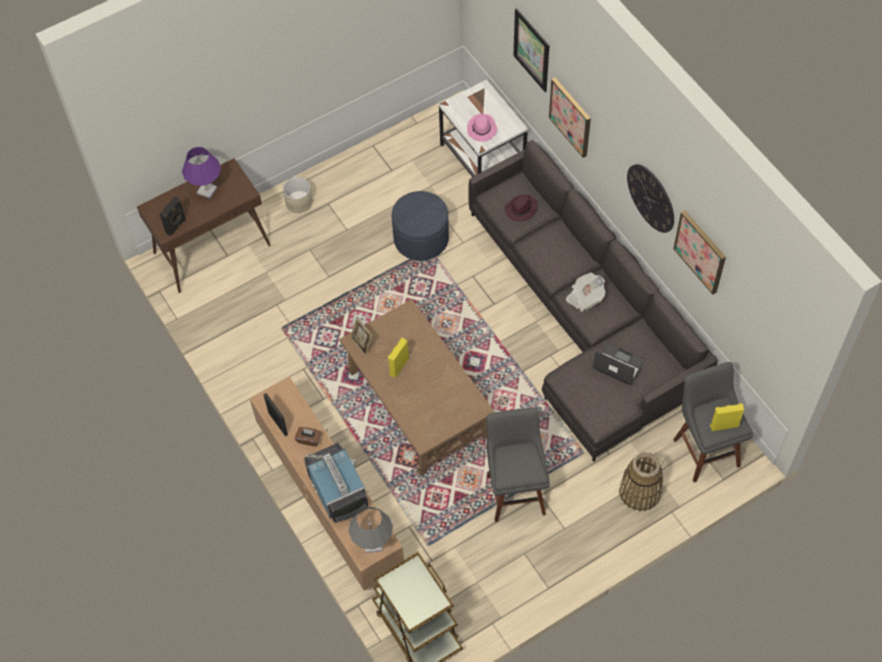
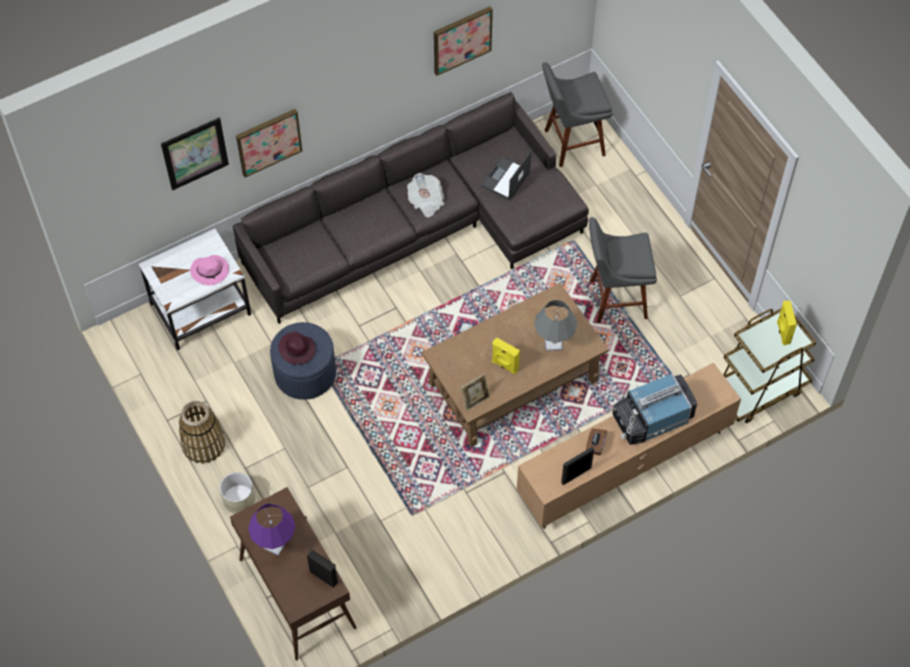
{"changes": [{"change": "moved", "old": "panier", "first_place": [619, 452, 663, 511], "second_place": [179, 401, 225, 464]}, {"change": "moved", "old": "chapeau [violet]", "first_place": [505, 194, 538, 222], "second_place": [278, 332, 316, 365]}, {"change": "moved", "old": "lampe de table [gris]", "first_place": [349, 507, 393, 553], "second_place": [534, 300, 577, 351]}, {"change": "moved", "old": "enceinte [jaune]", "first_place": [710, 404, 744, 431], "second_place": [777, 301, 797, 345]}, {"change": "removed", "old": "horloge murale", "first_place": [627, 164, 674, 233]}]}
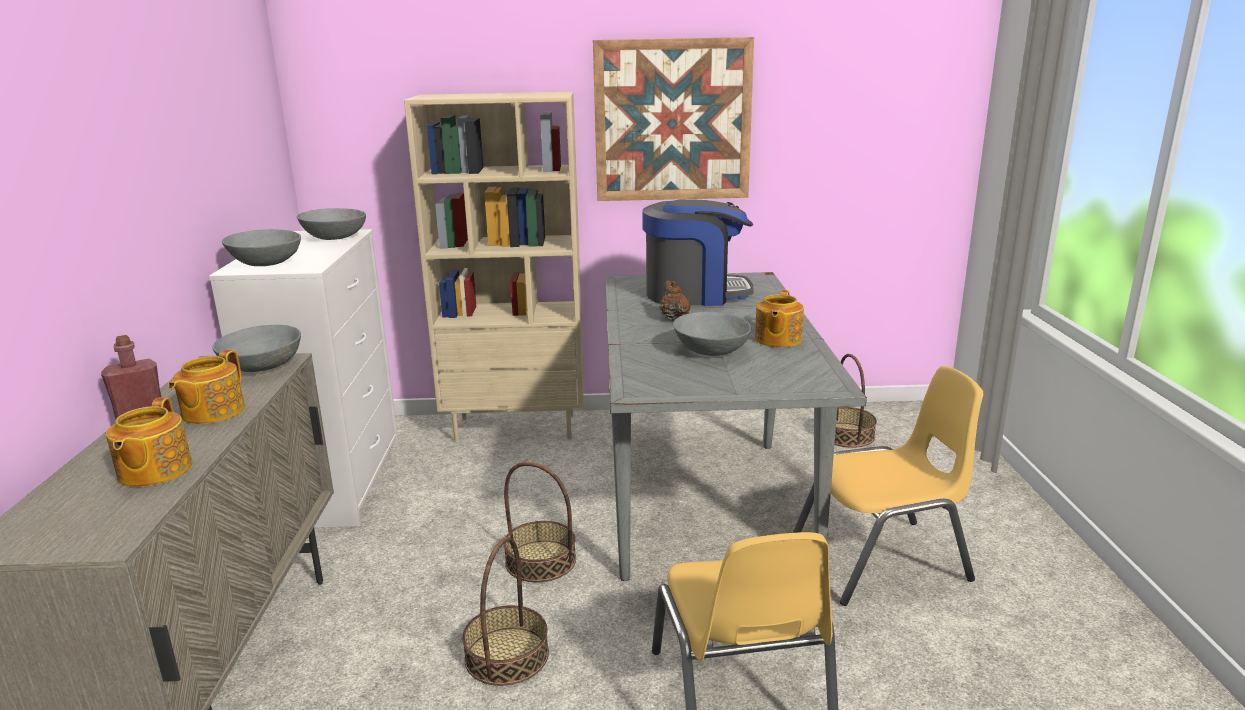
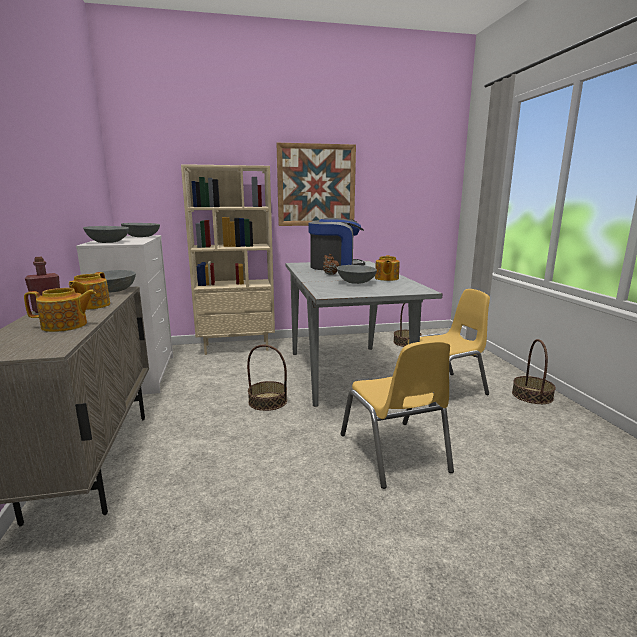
{"changes": [{"change": "turned", "old": "théière", "first_place": [106, 397, 192, 487], "second_place": [24, 288, 96, 332], "degrees": -90}, {"change": "moved", "old": "panier", "first_place": [462, 537, 549, 686], "second_place": [512, 339, 556, 404]}]}
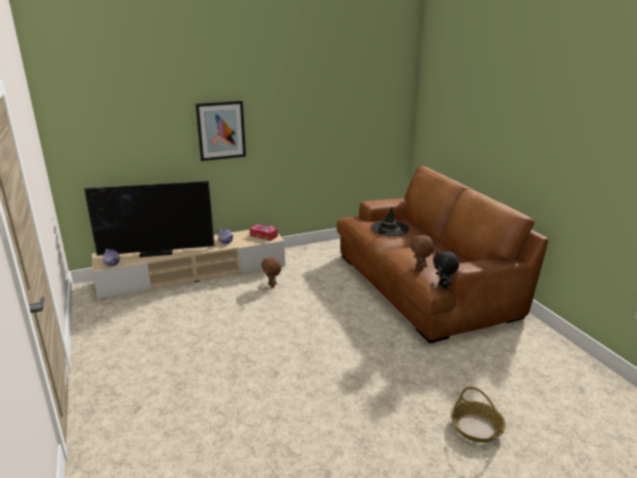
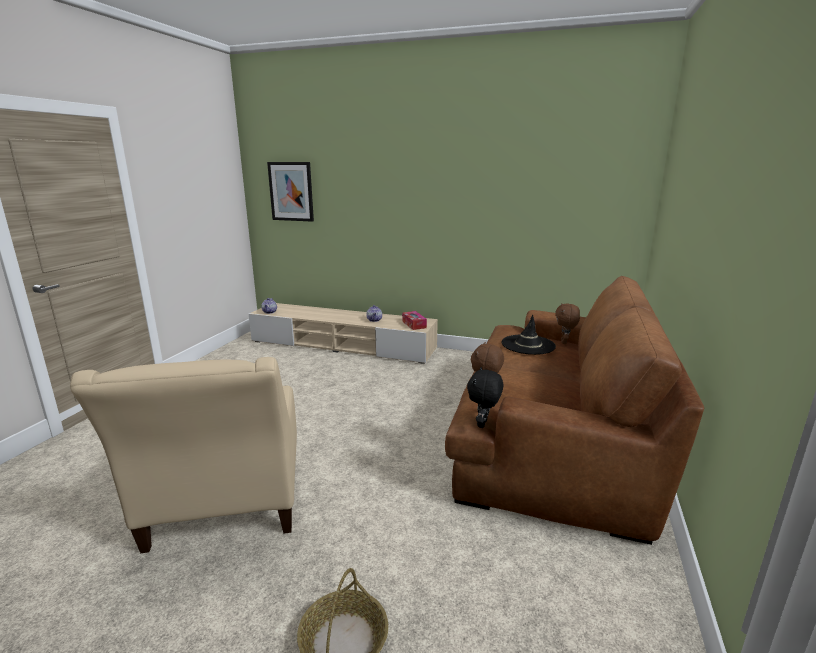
{"changes": [{"change": "added", "new": "fauteuil [beige]", "second_place": [70, 357, 297, 553]}, {"change": "moved", "old": "tableau", "first_place": [196, 101, 246, 161], "second_place": [267, 162, 314, 222]}, {"change": "moved", "old": "peluche [marron]", "first_place": [261, 257, 281, 288], "second_place": [555, 303, 580, 344]}, {"change": "removed", "old": "téléviseur", "first_place": [84, 181, 215, 257]}]}
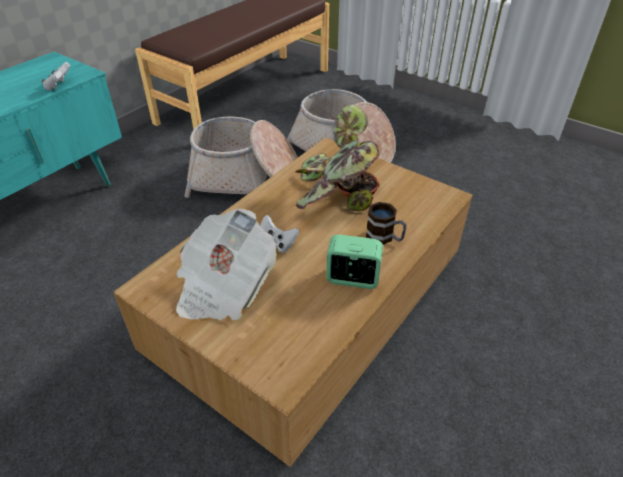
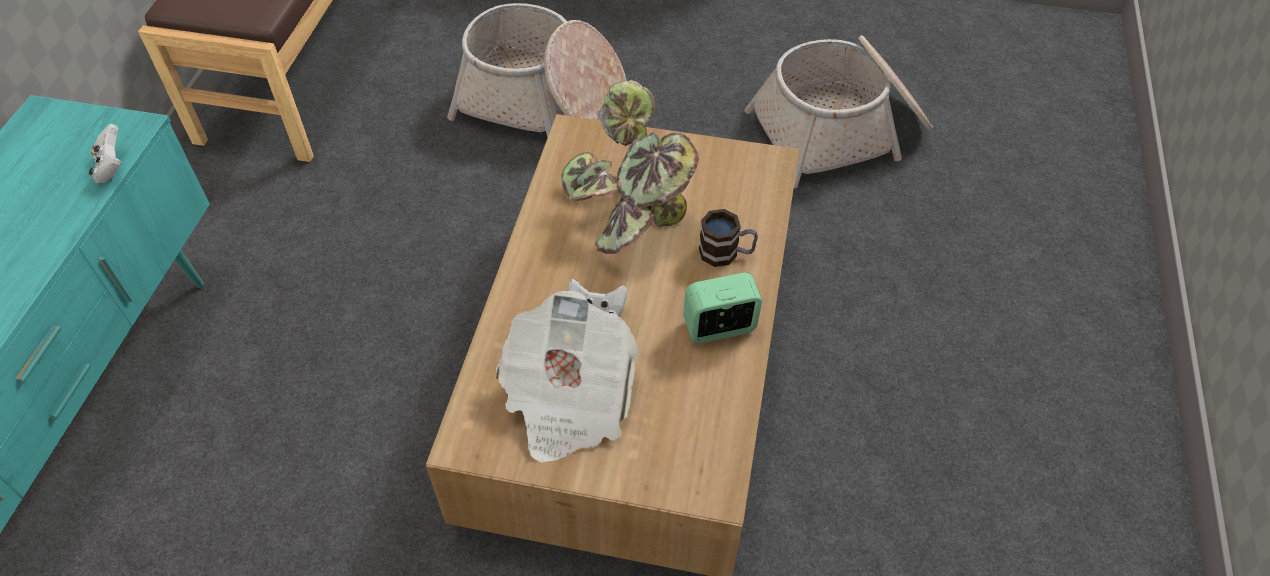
{"changes": [{"change": "moved", "old": "panier", "first_place": [185, 117, 298, 198], "second_place": [744, 35, 933, 188]}]}
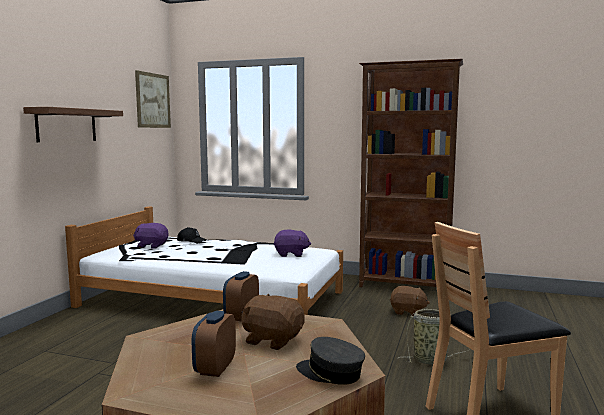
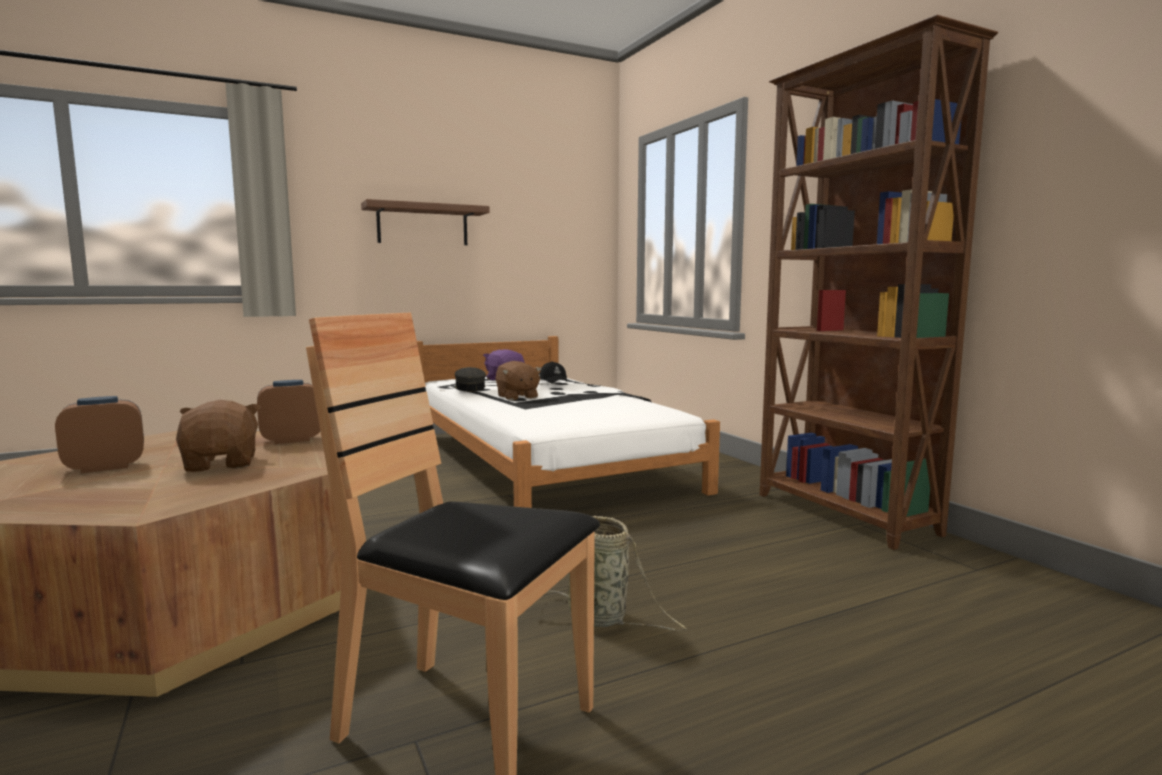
{"changes": [{"change": "moved", "old": "casquette [gris]", "first_place": [296, 337, 365, 385], "second_place": [455, 367, 486, 392]}, {"change": "moved", "old": "peluche [marron]", "first_place": [390, 286, 430, 316], "second_place": [496, 361, 542, 400]}, {"change": "removed", "old": "tableau", "first_place": [135, 70, 171, 128]}, {"change": "removed", "old": "peluche [violet]", "first_place": [274, 230, 311, 257]}]}
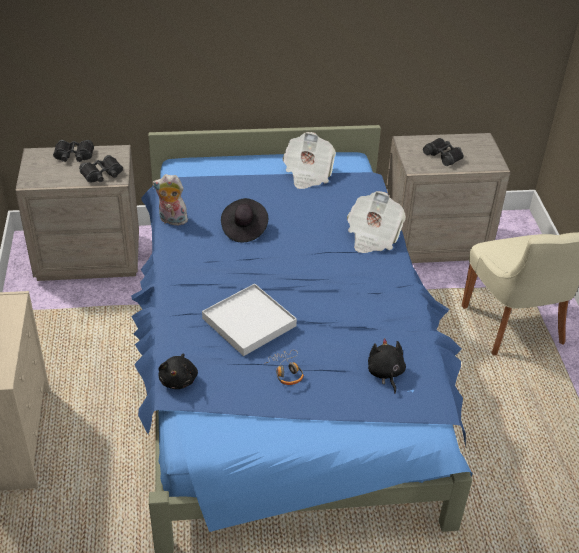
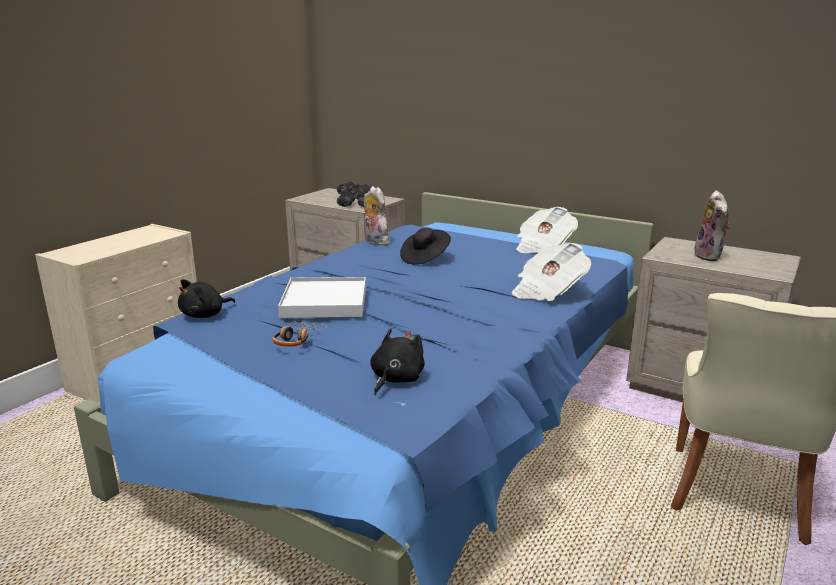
{"changes": [{"change": "replaced", "old": "jumelles [noir]", "new": "peluche", "first_place": [423, 138, 464, 166], "second_place": [694, 190, 730, 261]}]}
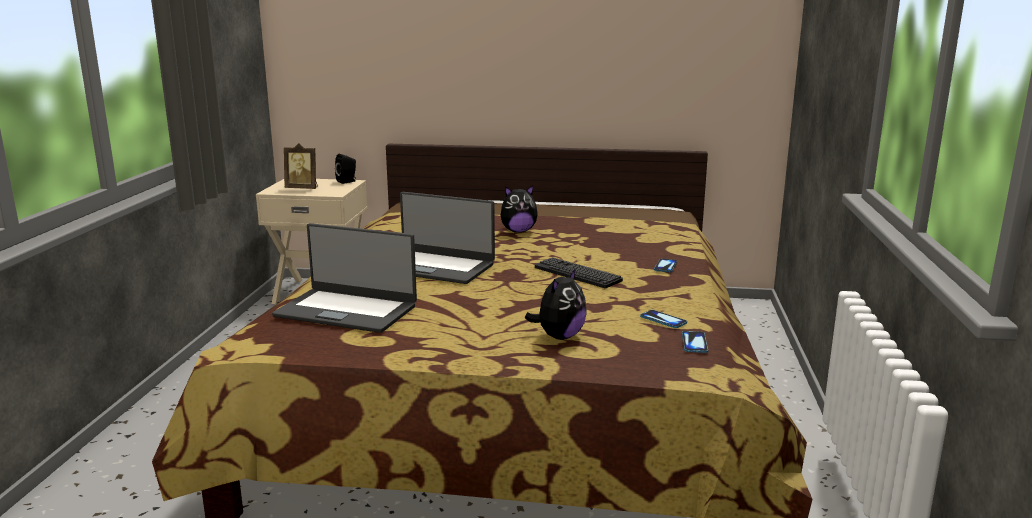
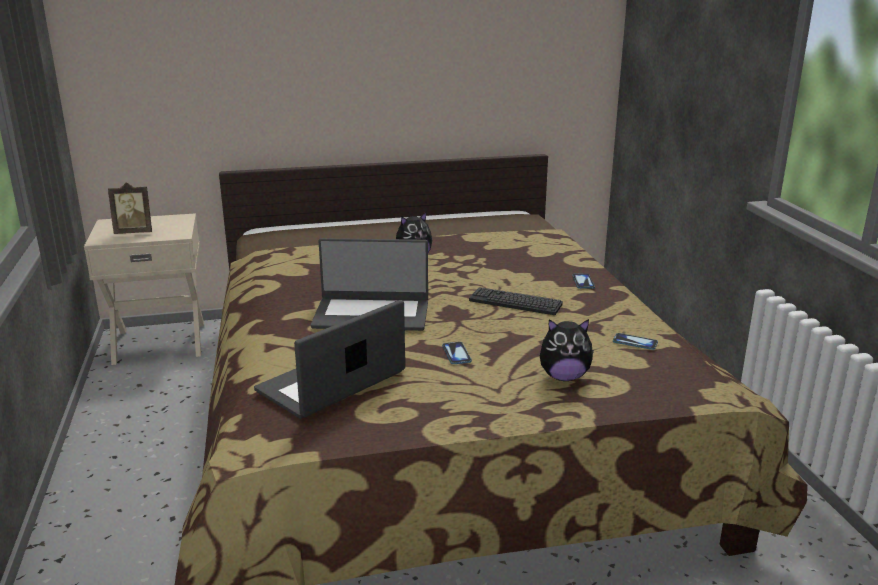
{"changes": [{"change": "turned", "old": "ordinateur portable", "first_place": [272, 223, 417, 333], "second_place": [254, 300, 405, 419], "degrees": 135}, {"change": "moved", "old": "téléphone", "first_place": [682, 331, 708, 353], "second_place": [442, 342, 472, 364]}, {"change": "turned", "old": "peluche", "first_place": [525, 268, 587, 340], "second_place": [540, 319, 594, 381], "degrees": 75}, {"change": "removed", "old": "enceinte [noir]", "first_place": [335, 154, 356, 184]}]}
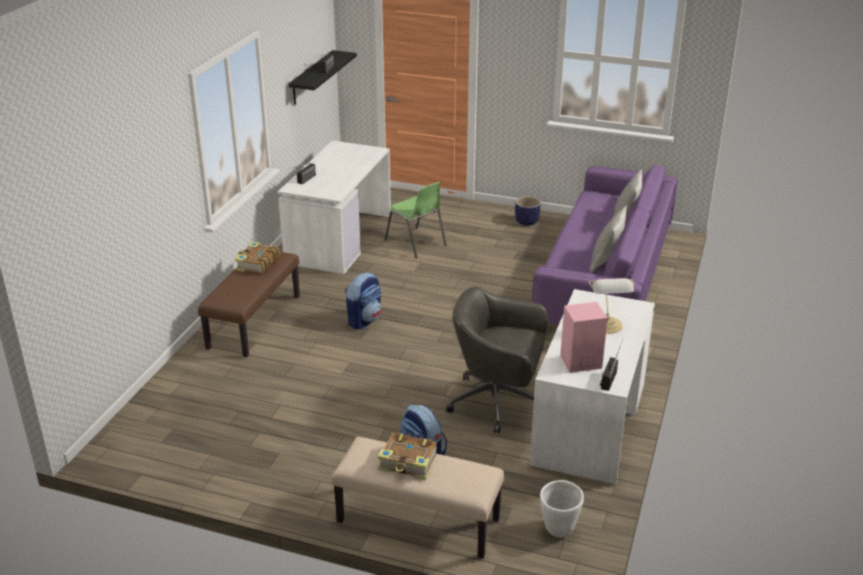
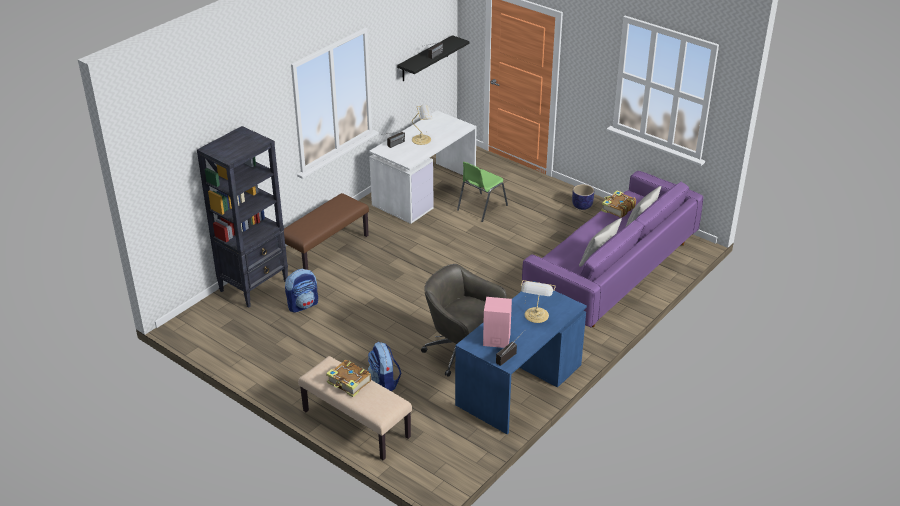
{"changes": [{"change": "added", "new": "bibliothèque [noir]", "second_place": [197, 126, 288, 308]}, {"change": "moved", "old": "sac à dos", "first_place": [345, 272, 382, 329], "second_place": [285, 269, 318, 313]}, {"change": "added", "new": "lampe de table", "second_place": [412, 104, 433, 145]}, {"change": "recoloured", "old": "bureau [blanc]", "new": "bureau [bleu]", "first_place": [530, 289, 655, 484], "second_place": [455, 281, 587, 434]}, {"change": "turned", "old": "chaise [vert]", "first_place": [385, 182, 447, 258], "second_place": [457, 162, 508, 222], "degrees": 60}, {"change": "moved", "old": "livre", "first_place": [235, 242, 279, 274], "second_place": [601, 190, 636, 218]}, {"change": "removed", "old": "cache-pot [blanc]", "first_place": [540, 480, 584, 538]}]}
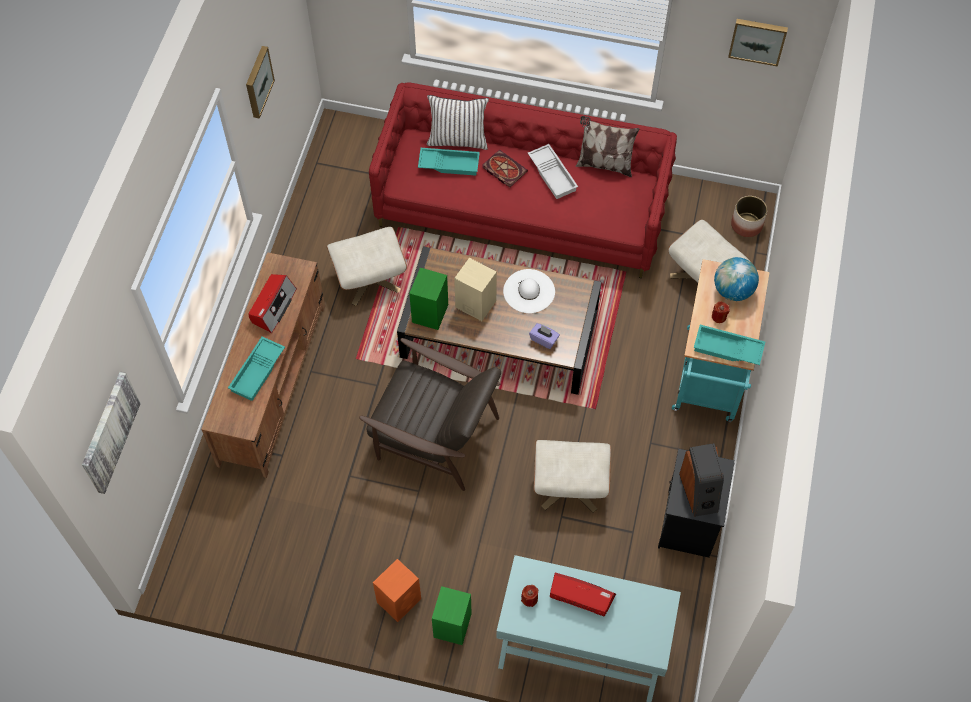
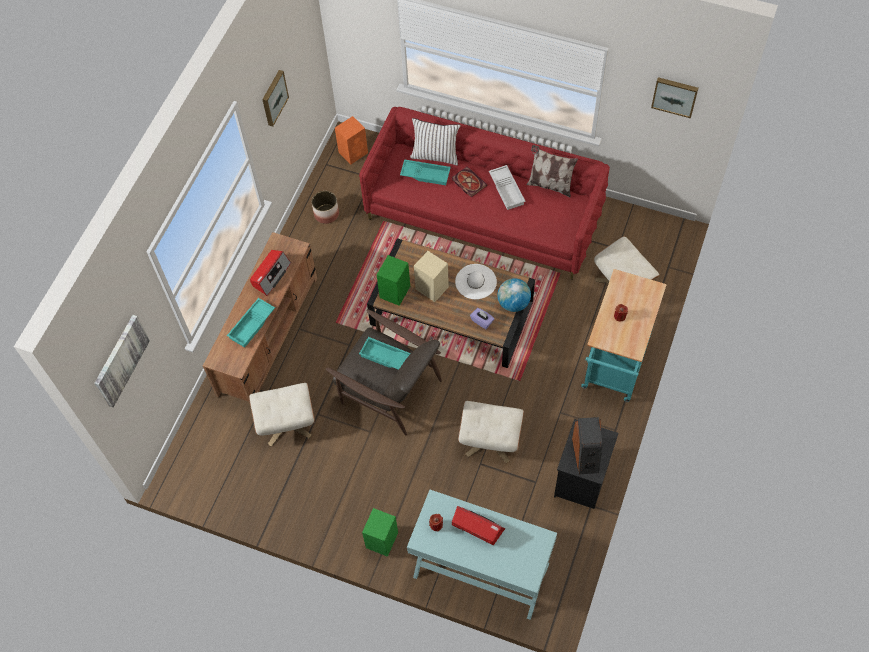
{"changes": [{"change": "moved", "old": "pouf [beige]", "first_place": [327, 227, 407, 306], "second_place": [249, 383, 315, 447]}, {"change": "moved", "old": "cache-pot", "first_place": [731, 196, 767, 237], "second_place": [312, 191, 339, 224]}, {"change": "moved", "old": "enceinte [orange]", "first_place": [373, 559, 421, 622], "second_place": [335, 116, 368, 165]}, {"change": "moved", "old": "plateau [turquoise]", "first_place": [694, 325, 765, 365], "second_place": [359, 337, 411, 370]}, {"change": "moved", "old": "globe", "first_place": [714, 257, 759, 301], "second_place": [497, 278, 531, 312]}]}
